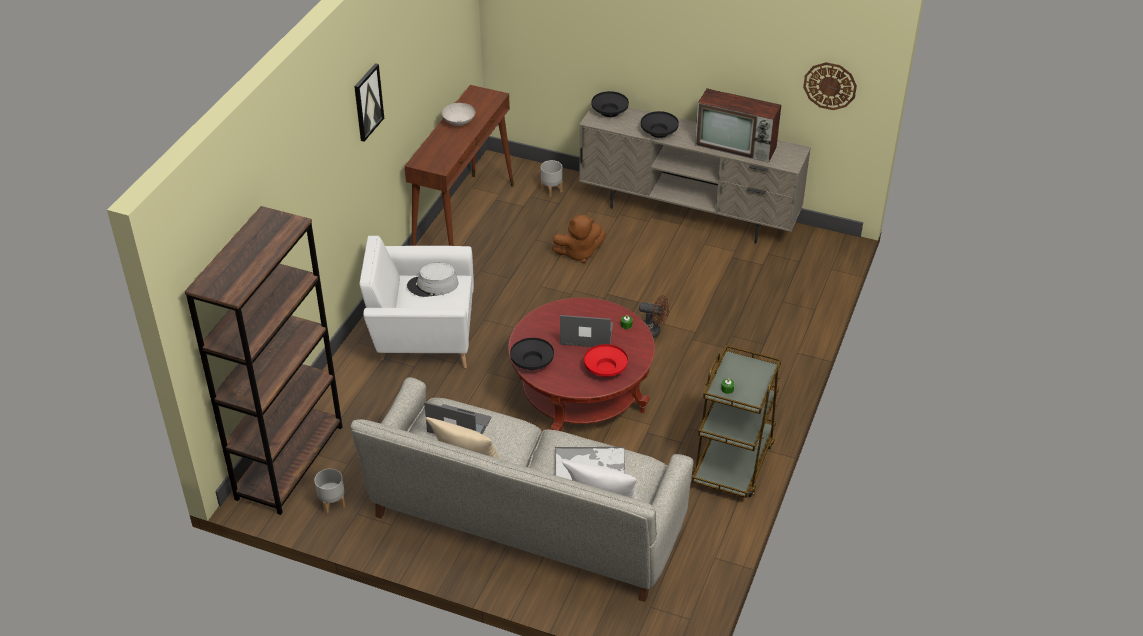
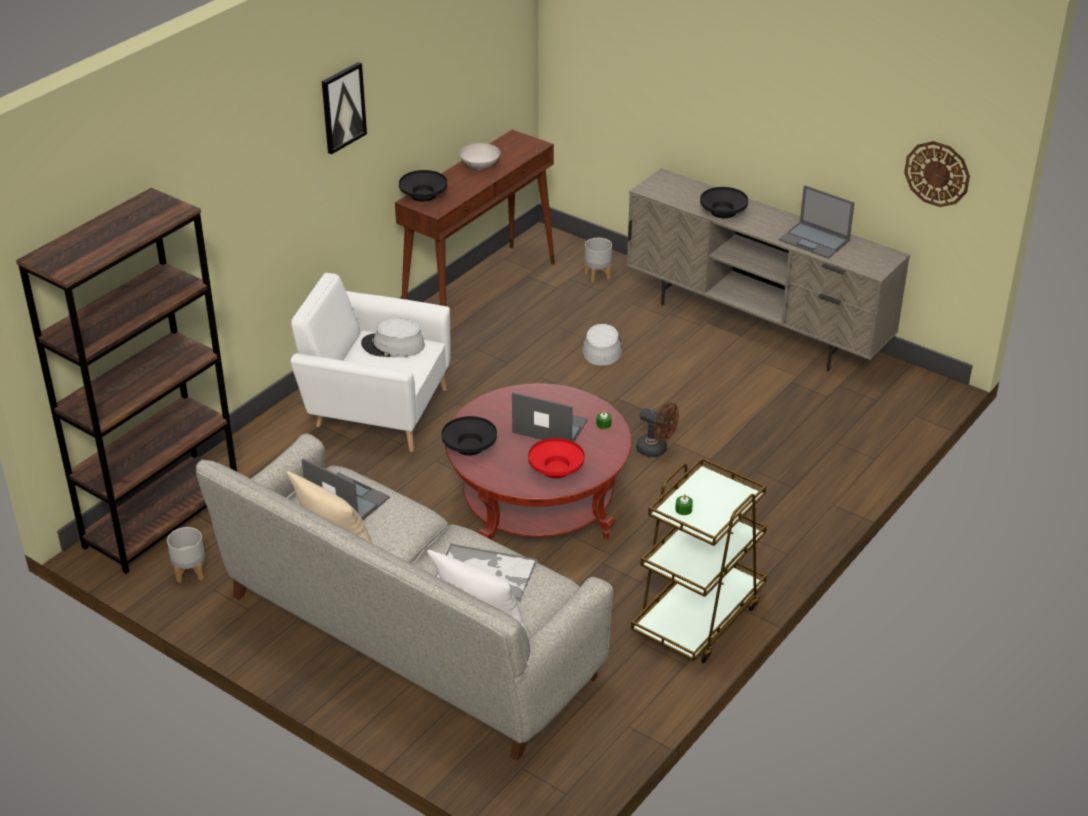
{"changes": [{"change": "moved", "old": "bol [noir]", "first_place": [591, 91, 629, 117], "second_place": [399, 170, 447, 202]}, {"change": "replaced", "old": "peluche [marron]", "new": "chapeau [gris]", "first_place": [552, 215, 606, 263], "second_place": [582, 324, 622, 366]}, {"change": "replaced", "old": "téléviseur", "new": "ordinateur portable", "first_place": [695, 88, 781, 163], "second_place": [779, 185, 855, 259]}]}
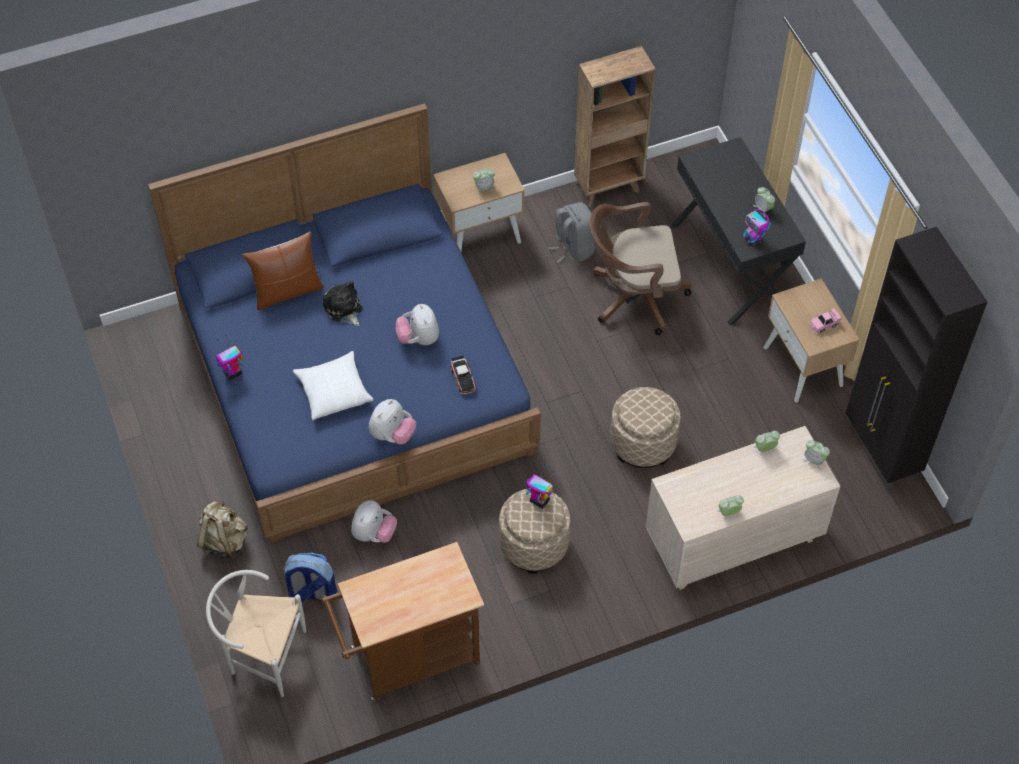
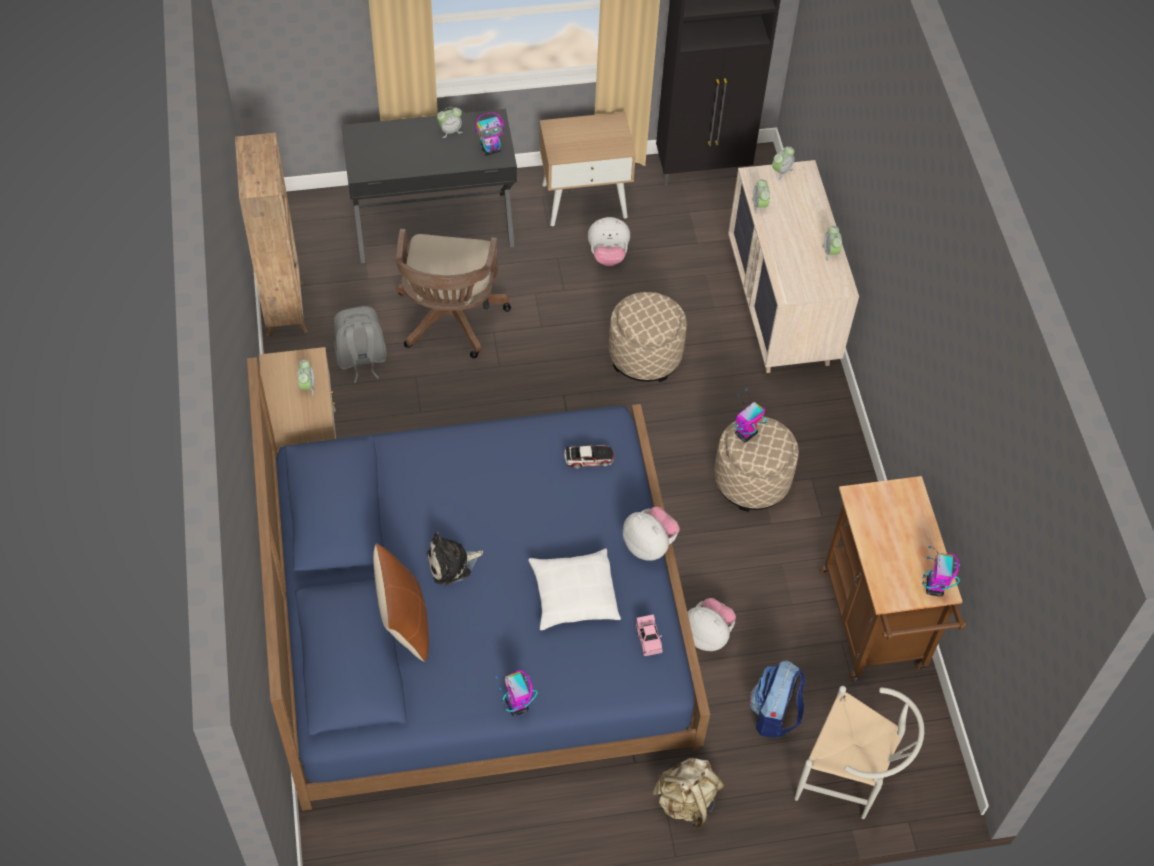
{"changes": [{"change": "moved", "old": "peluche", "first_place": [395, 304, 439, 345], "second_place": [588, 217, 630, 266]}, {"change": "moved", "old": "petite voiture [rose]", "first_place": [809, 308, 841, 334], "second_place": [636, 614, 663, 656]}, {"change": "turned", "old": "chaise [blanc]", "first_place": [206, 570, 306, 697], "second_place": [795, 686, 924, 819], "degrees": -90}, {"change": "added", "new": "robot jouet", "second_place": [922, 546, 960, 597]}]}
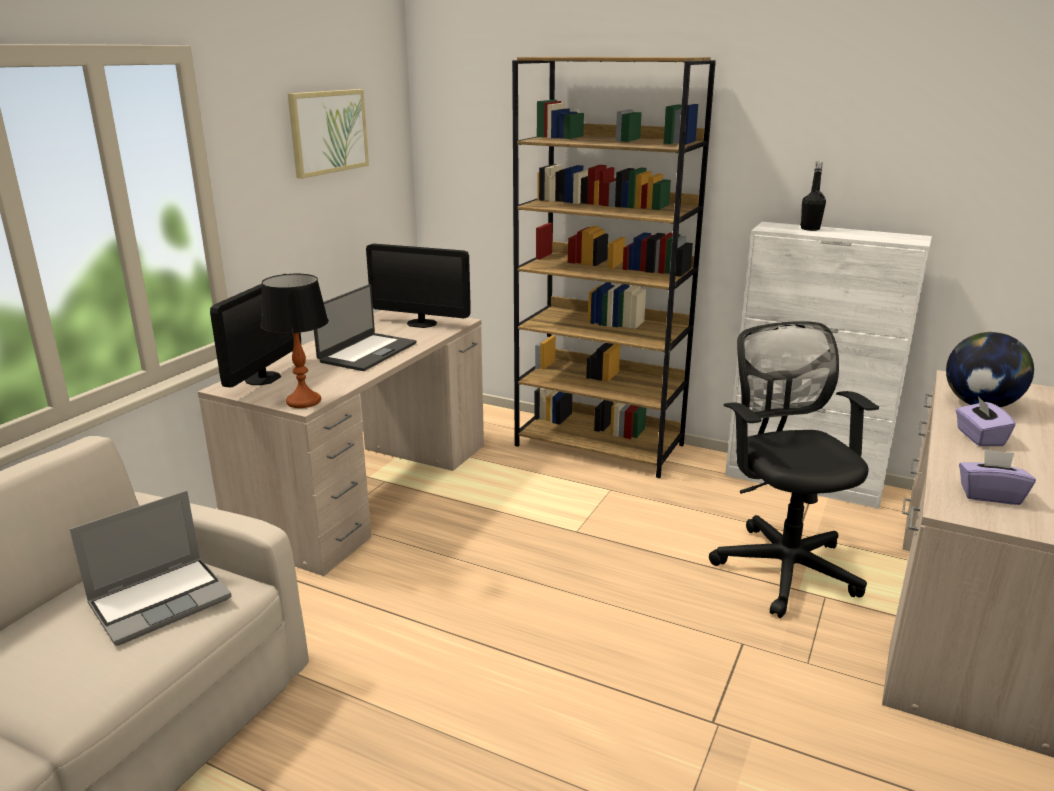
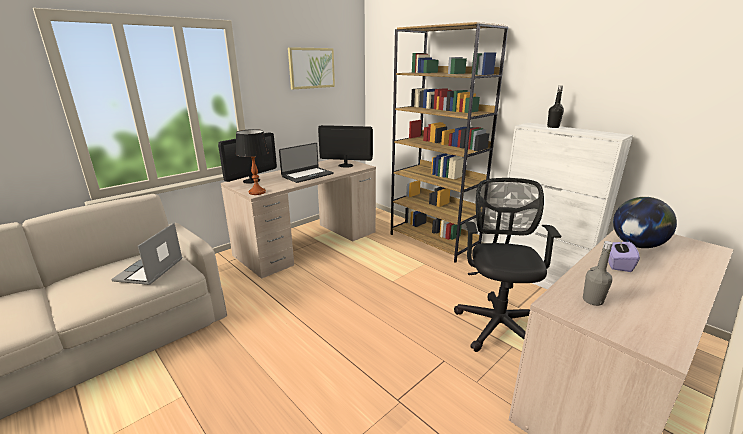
{"changes": [{"change": "turned", "old": "ordinateur portable", "first_place": [70, 490, 232, 646], "second_place": [111, 223, 183, 285], "degrees": 120}, {"change": "turned", "old": "écran d'ordinateur", "first_place": [366, 243, 471, 328], "second_place": [318, 125, 373, 168], "degrees": 150}, {"change": "replaced", "old": "boîte à mouchoirs [violet]", "new": "bouteille [gris]", "first_place": [959, 449, 1036, 505], "second_place": [583, 241, 613, 306]}]}
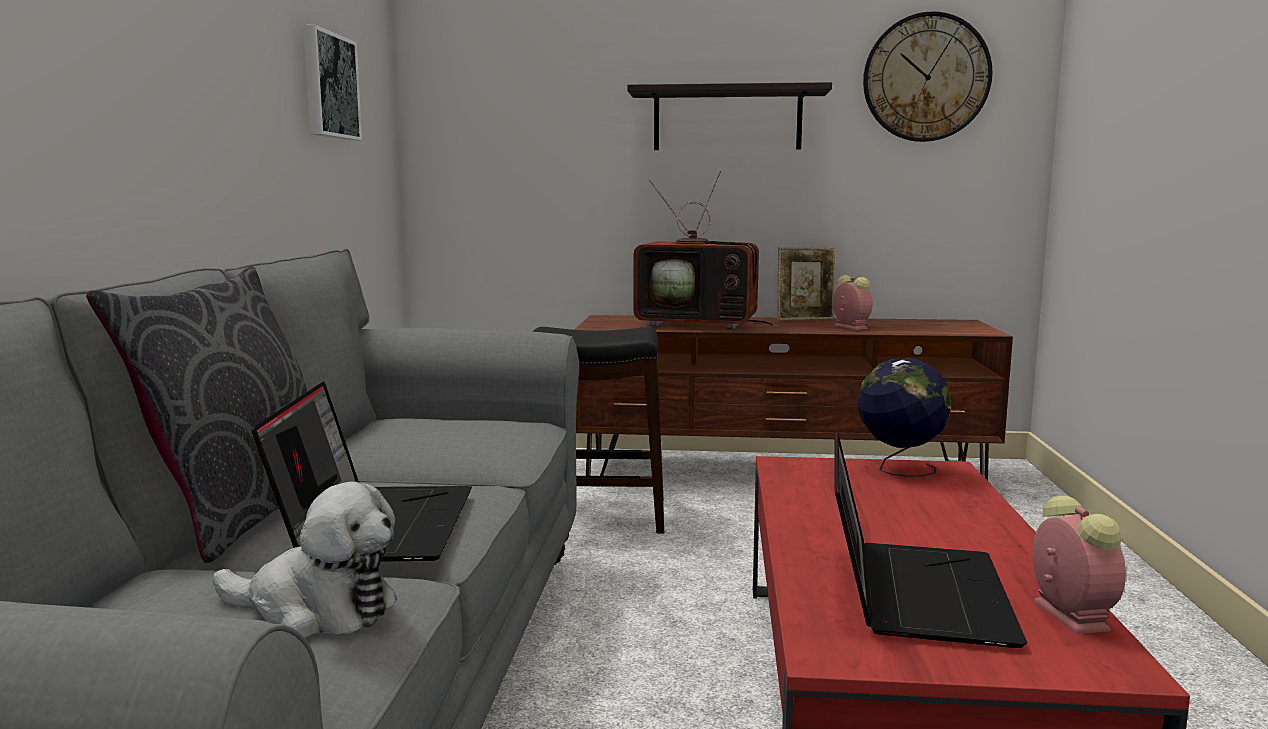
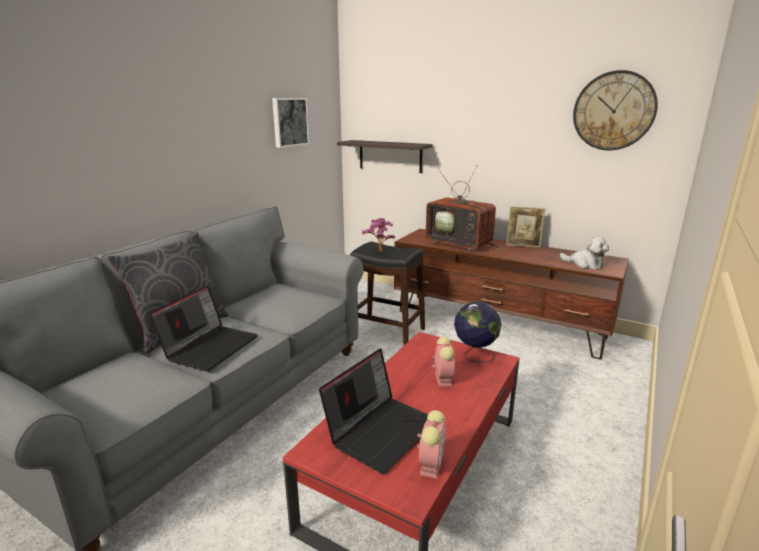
{"changes": [{"change": "moved", "old": "étagère", "first_place": [627, 82, 832, 150], "second_place": [337, 140, 433, 173]}, {"change": "added", "new": "plante en pot", "second_place": [362, 218, 395, 252]}, {"change": "moved", "old": "réveil", "first_place": [833, 275, 873, 330], "second_place": [433, 337, 455, 387]}, {"change": "moved", "old": "peluche", "first_place": [213, 481, 397, 638], "second_place": [560, 237, 609, 269]}]}
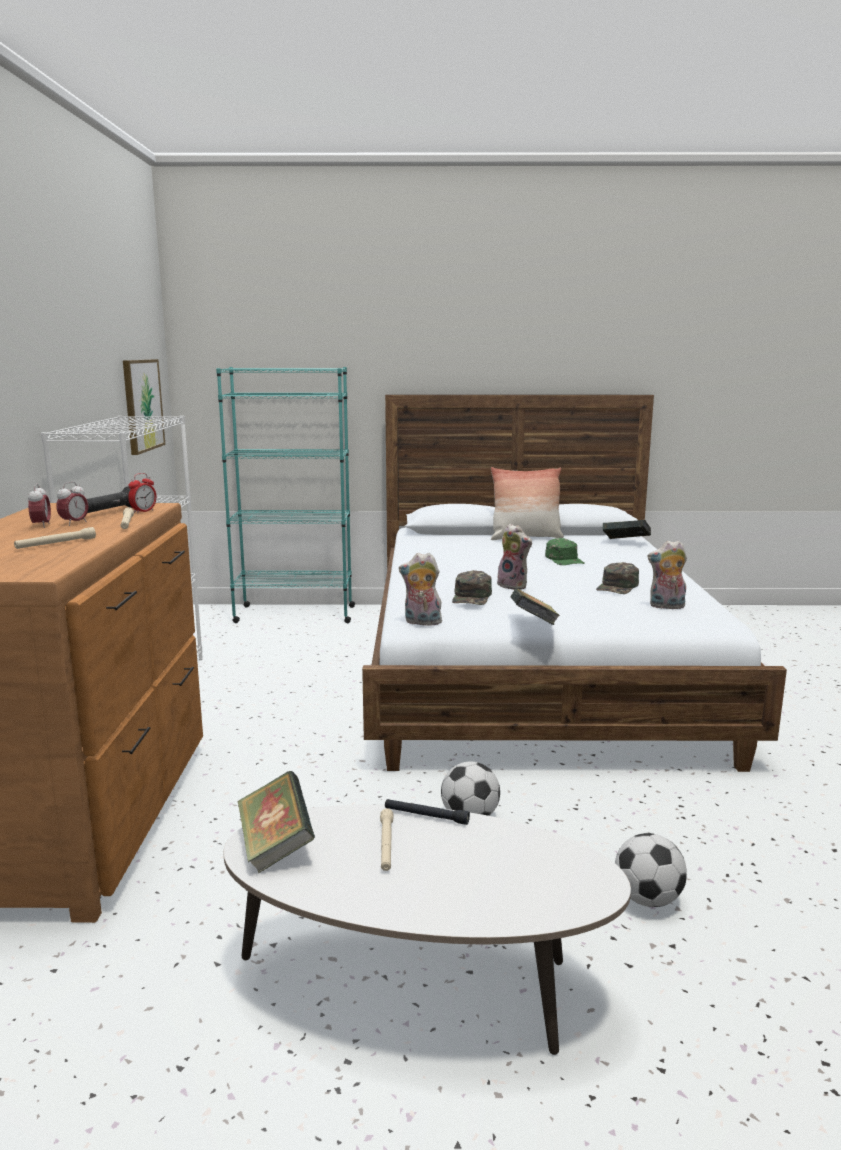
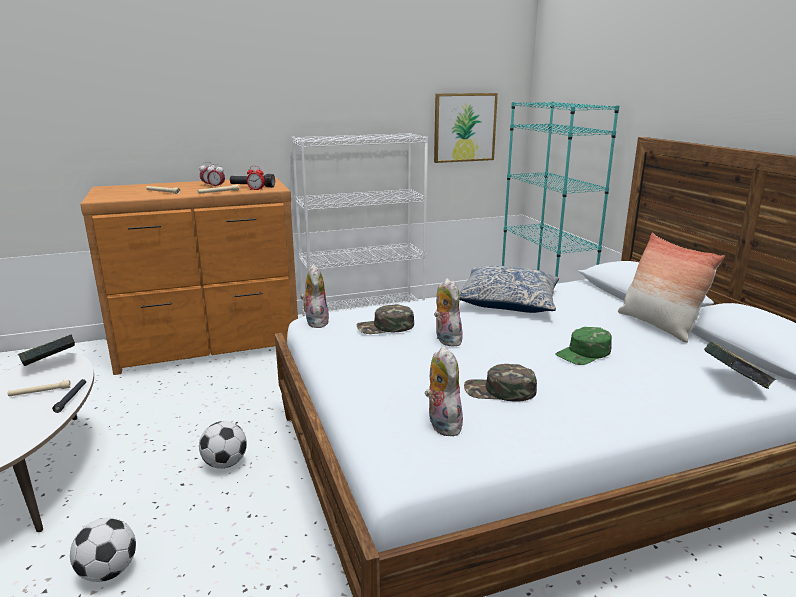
{"changes": [{"change": "turned", "old": "peluche", "first_place": [497, 524, 532, 590], "second_place": [434, 278, 463, 346], "degrees": 135}, {"change": "added", "new": "coussin", "second_place": [459, 265, 559, 313]}, {"change": "removed", "old": "livre", "first_place": [511, 588, 560, 625]}]}
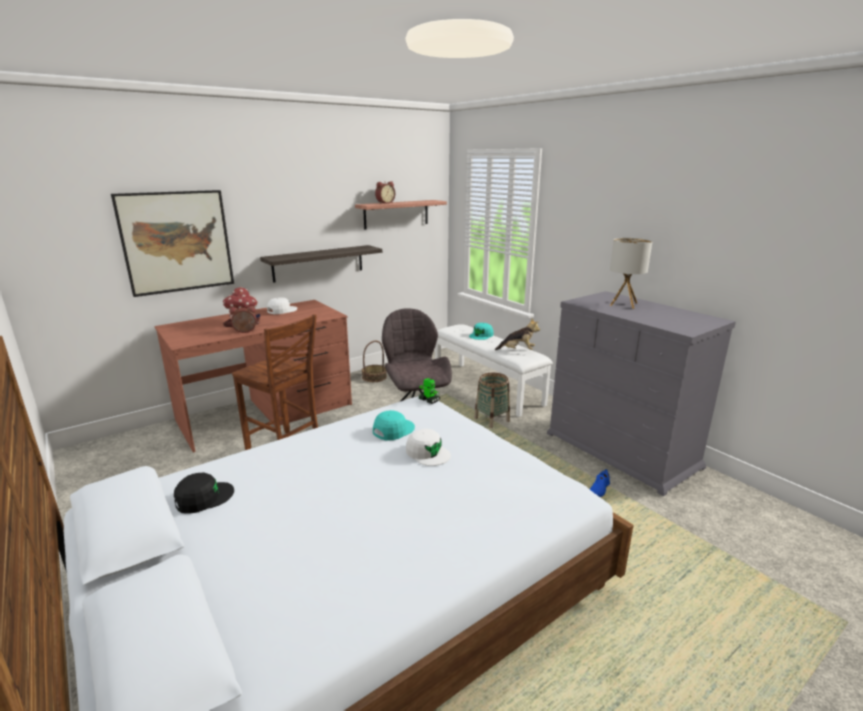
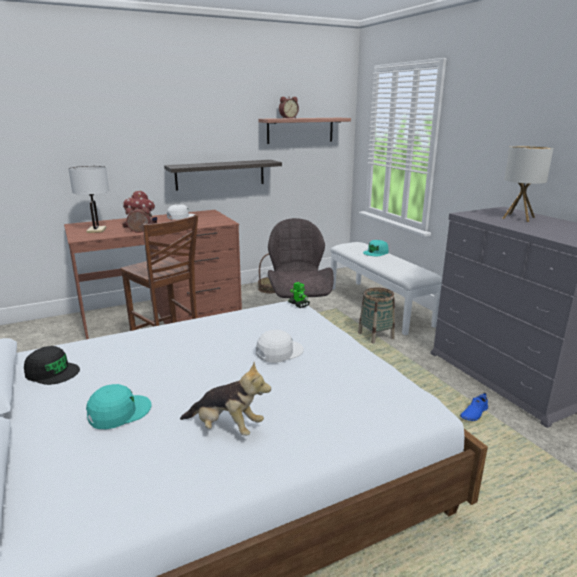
{"changes": [{"change": "turned", "old": "casquette [noir]", "first_place": [174, 473, 234, 514], "second_place": [24, 346, 80, 385], "degrees": 45}, {"change": "added", "new": "lampe de table [blanc]", "second_place": [68, 166, 109, 233]}, {"change": "moved", "old": "casquette [turquoise]", "first_place": [373, 410, 415, 441], "second_place": [86, 384, 151, 429]}, {"change": "moved", "old": "peluche", "first_place": [495, 318, 540, 350], "second_place": [180, 362, 271, 436]}, {"change": "turned", "old": "casquette [blanc]", "first_place": [406, 429, 451, 466], "second_place": [256, 330, 304, 363], "degrees": -90}, {"change": "removed", "old": "tableau", "first_place": [111, 190, 234, 297]}]}
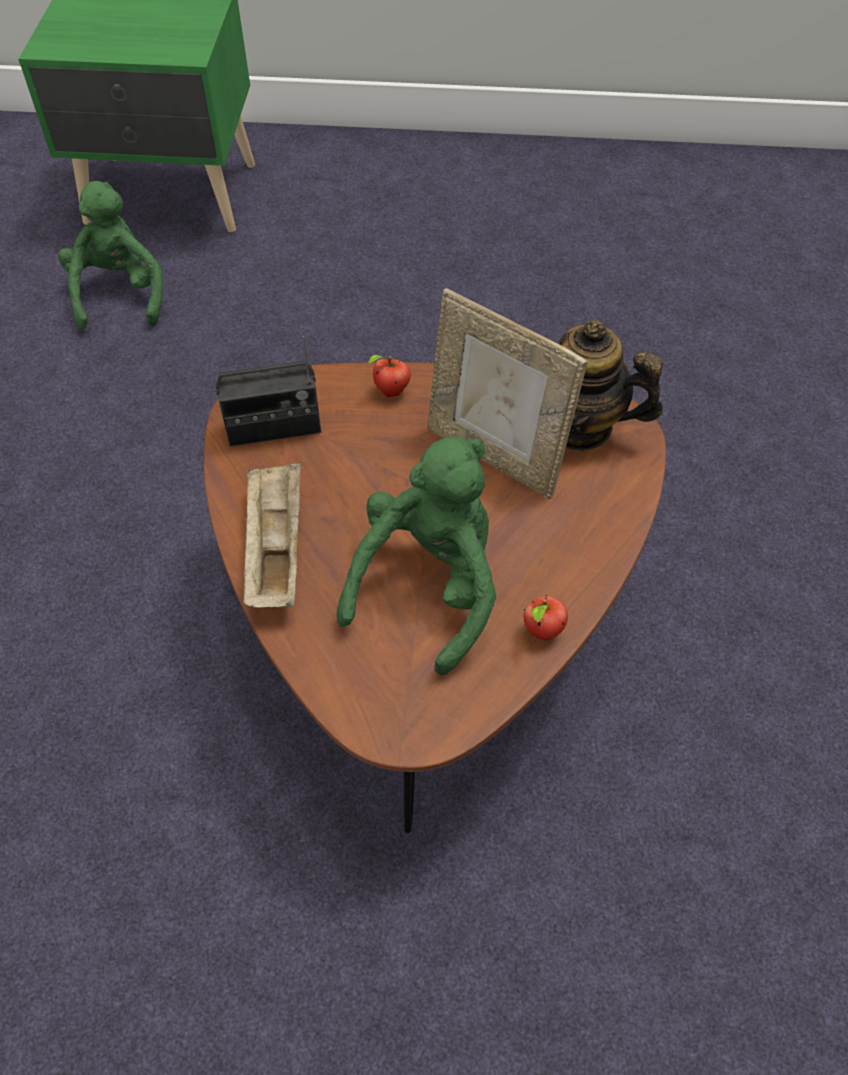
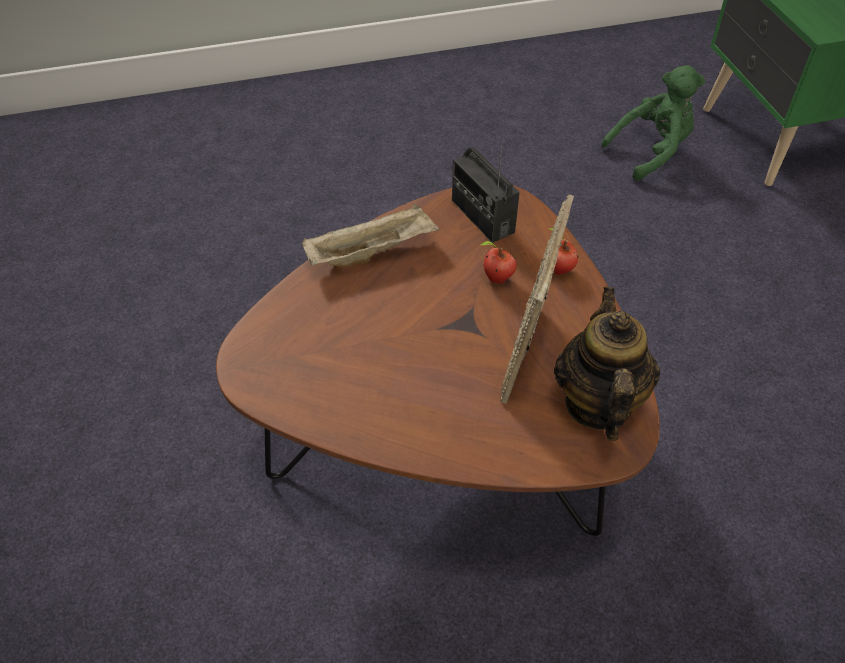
{"changes": [{"change": "moved", "old": "pomme", "first_place": [524, 595, 568, 641], "second_place": [481, 241, 517, 284]}, {"change": "removed", "old": "peluche [vert]", "first_place": [337, 437, 496, 676]}]}
